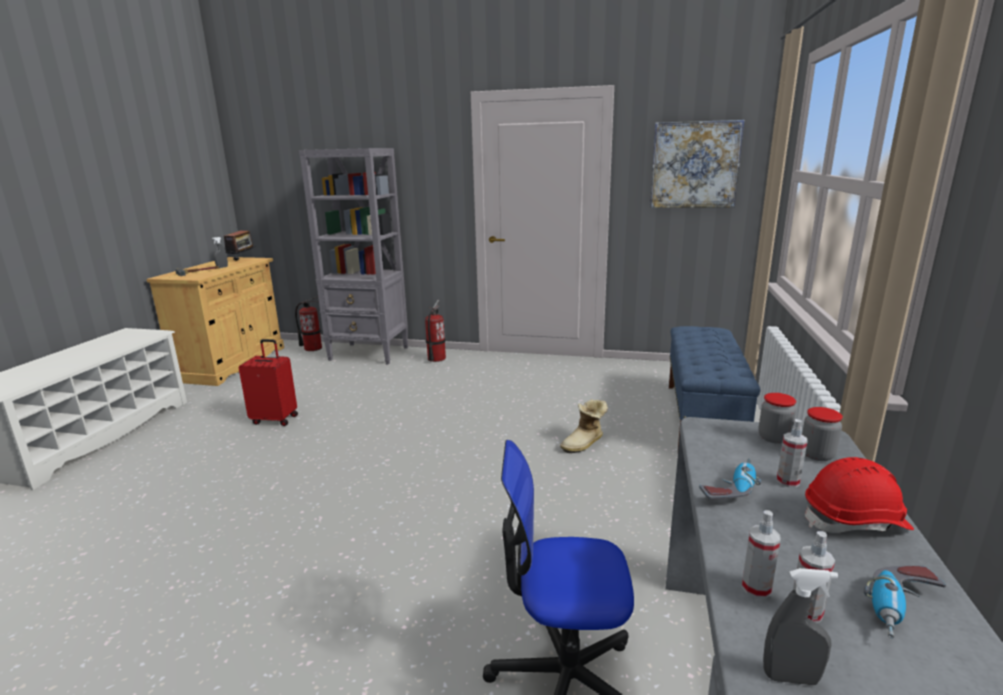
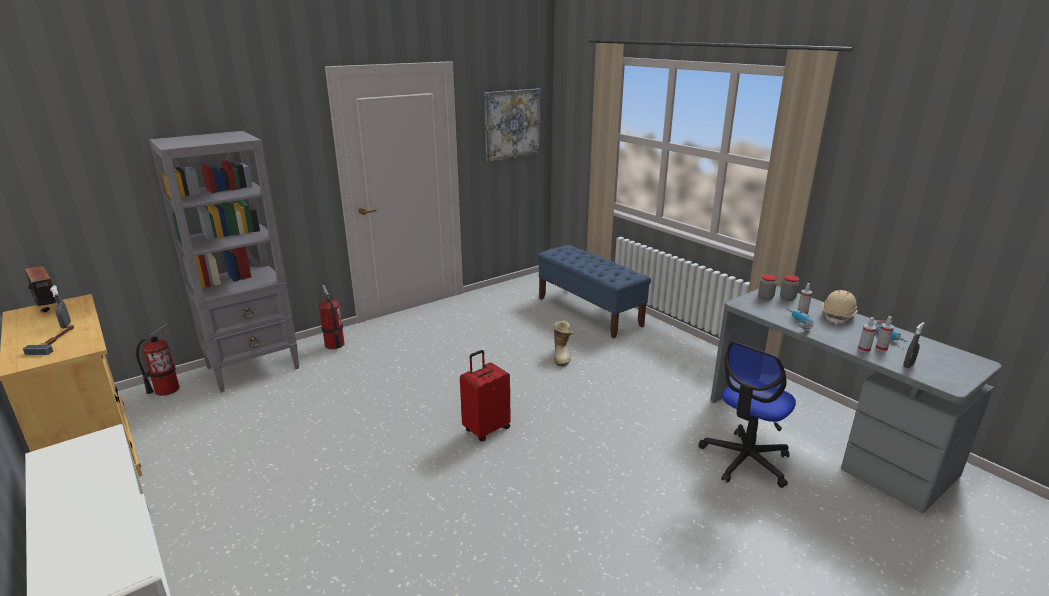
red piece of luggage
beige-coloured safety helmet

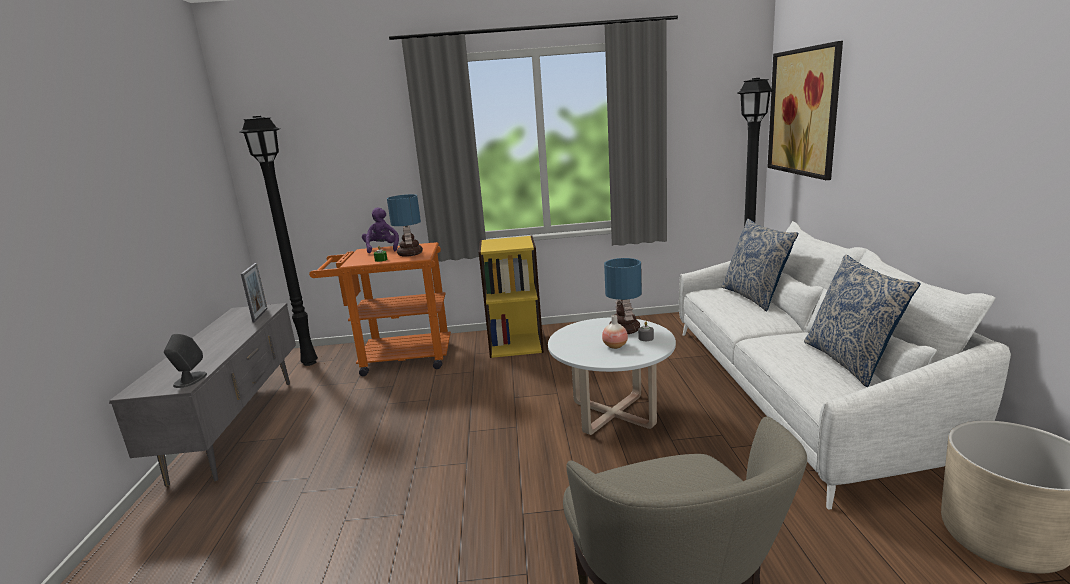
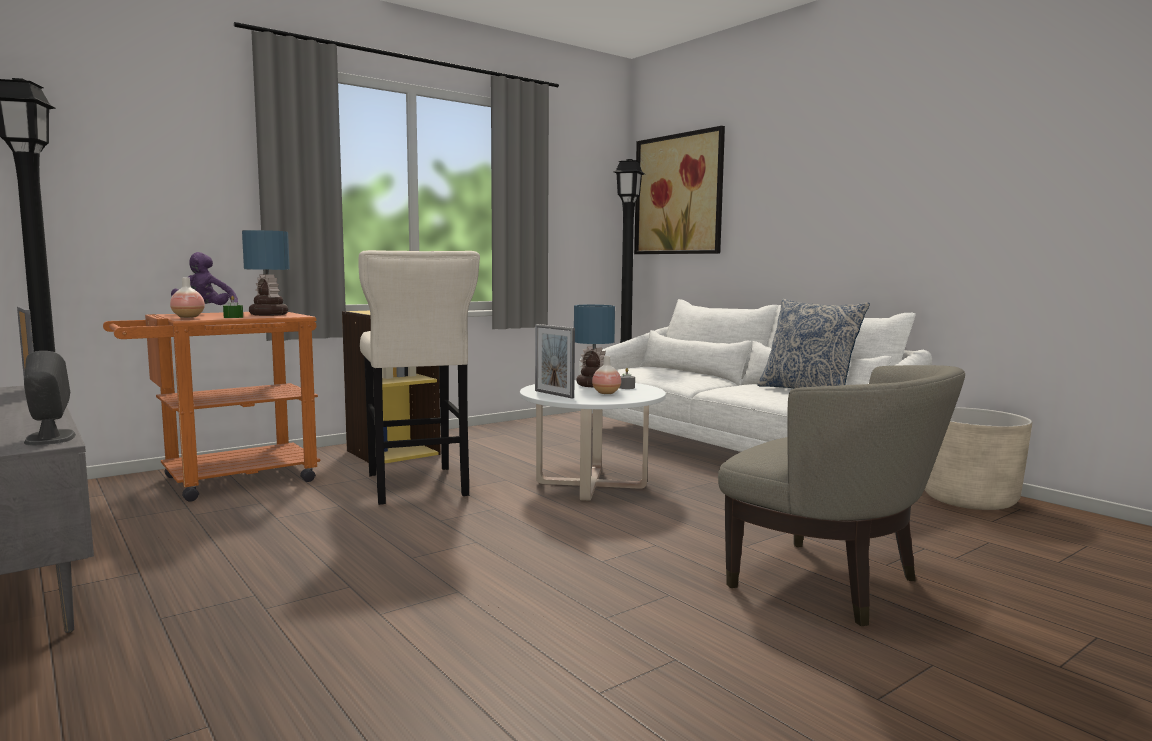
throw pillow (no. 1 from left in the first image)
decorative vase (no. 1 from left)
beige-coloured sitting stool
photo frame (no. 2 from left)

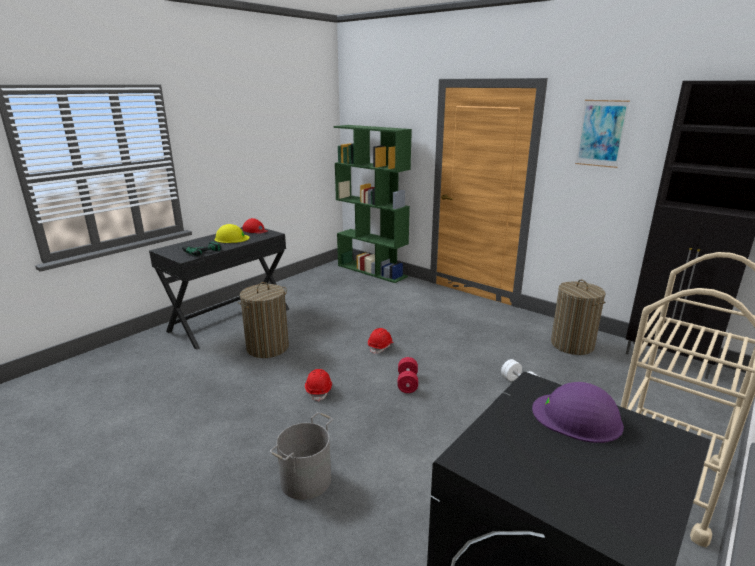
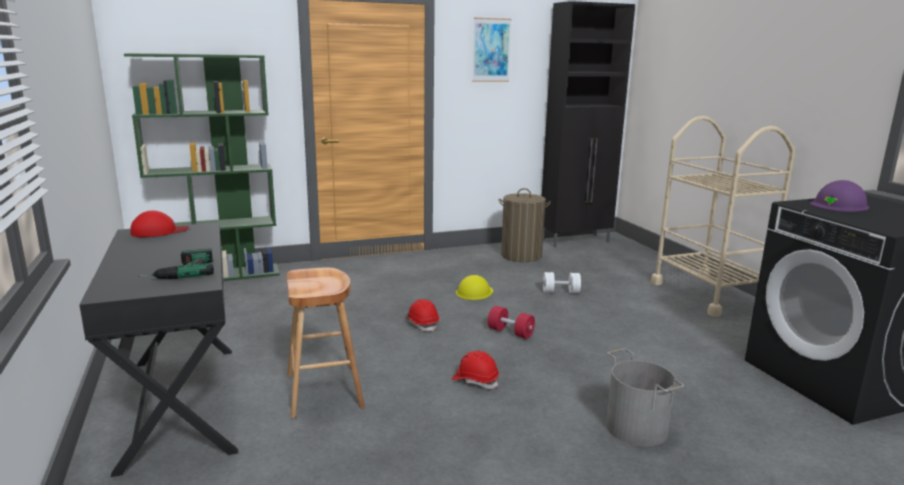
yellow-coloured safety helmet
brown-coloured sitting stool

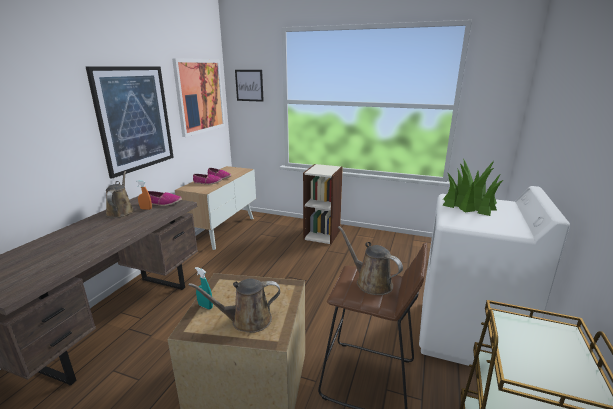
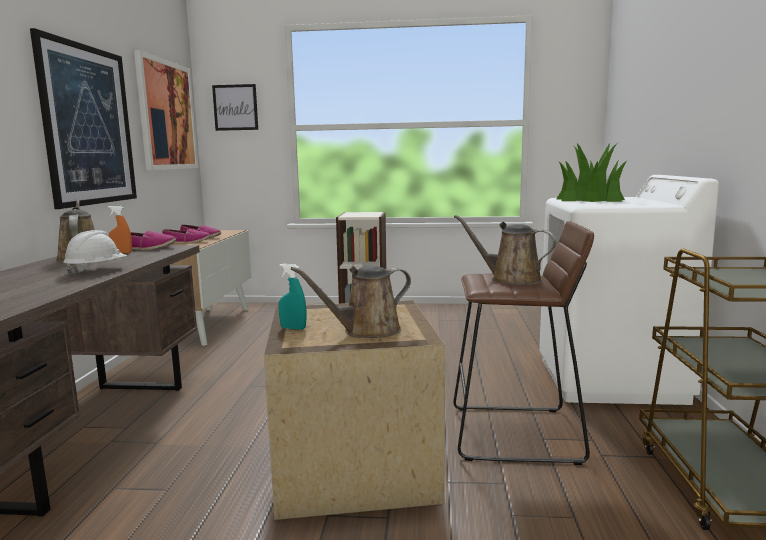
white-coloured safety helmet

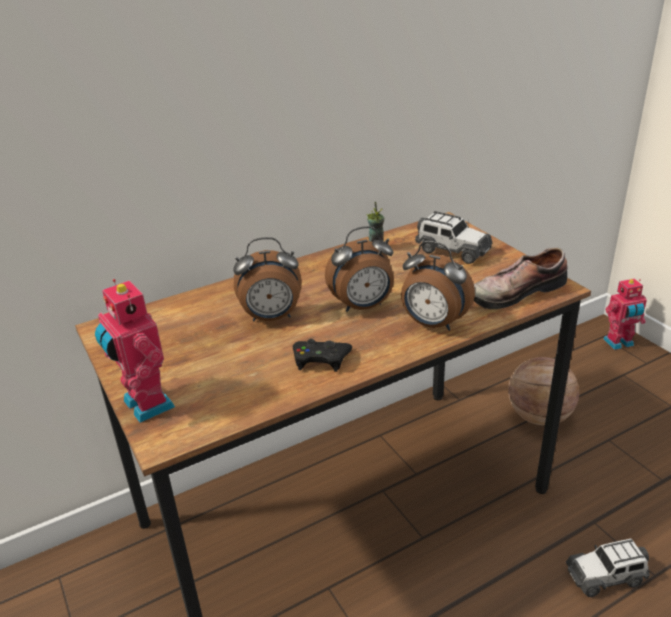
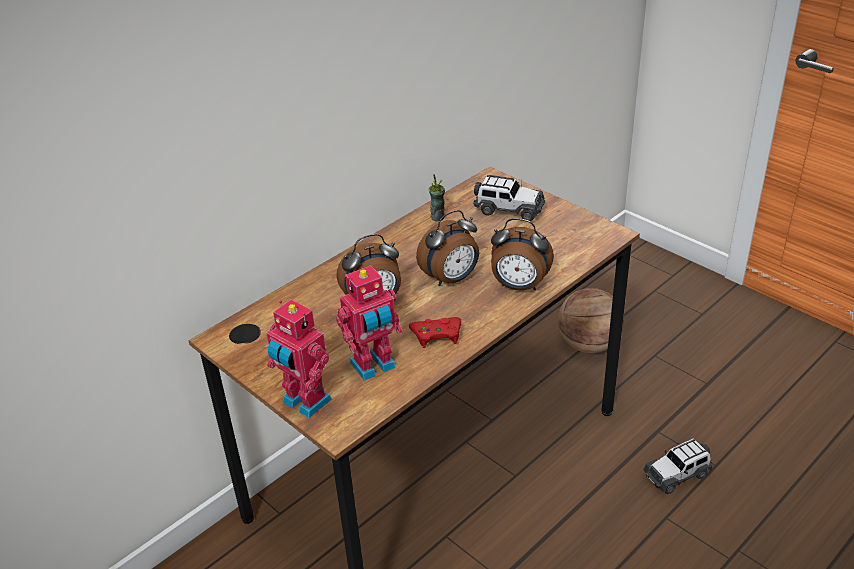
red joypad
item of footwear
robot figure (no. 2 from left)

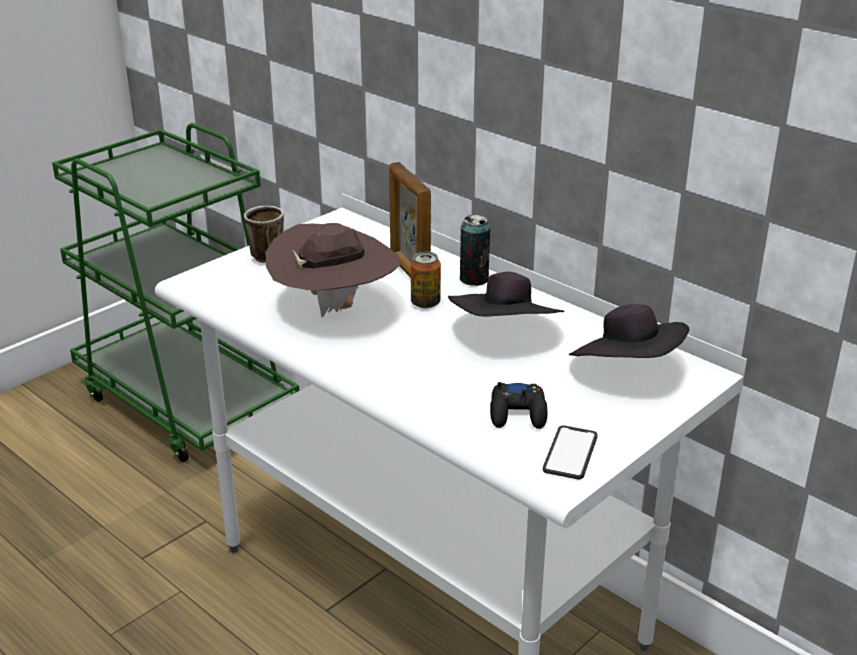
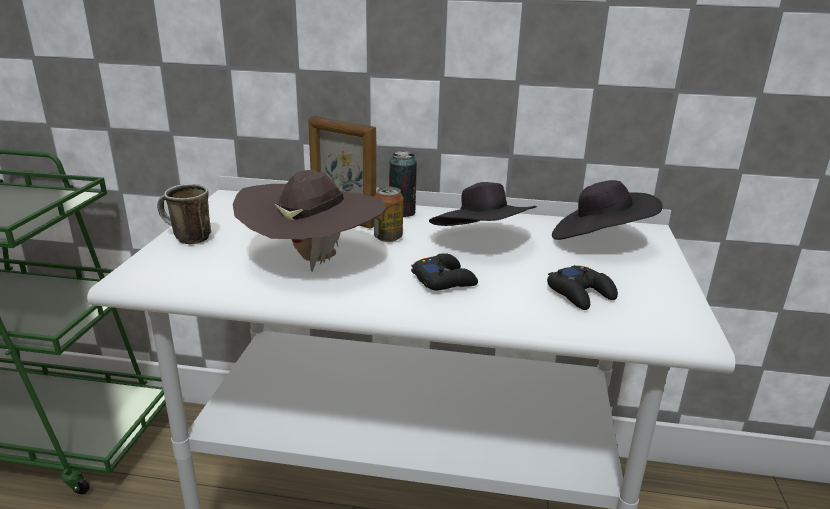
phone
black joypad (no. 1 from left)

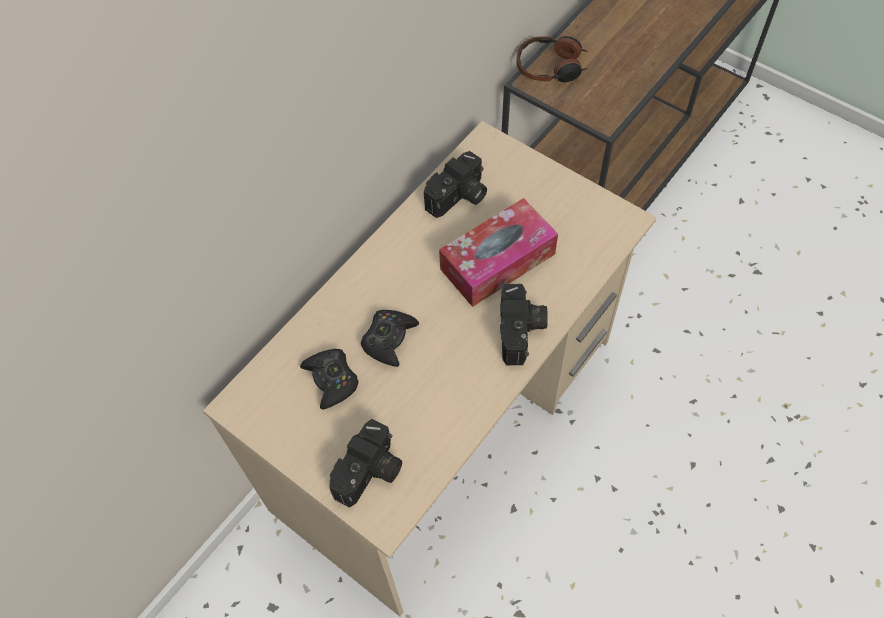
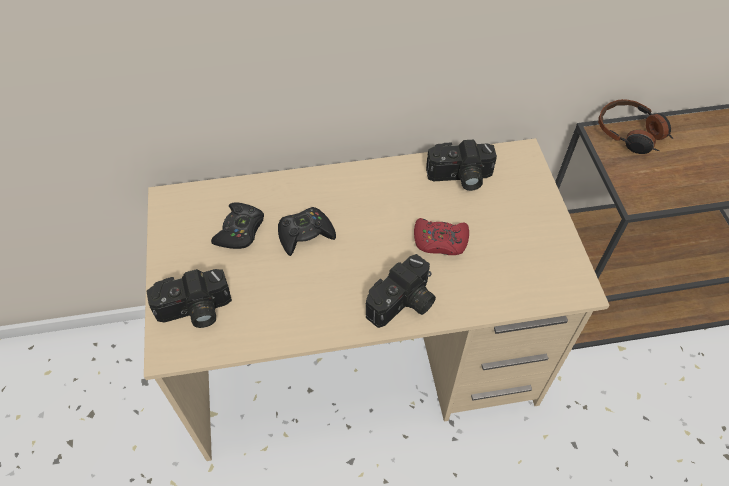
red joypad

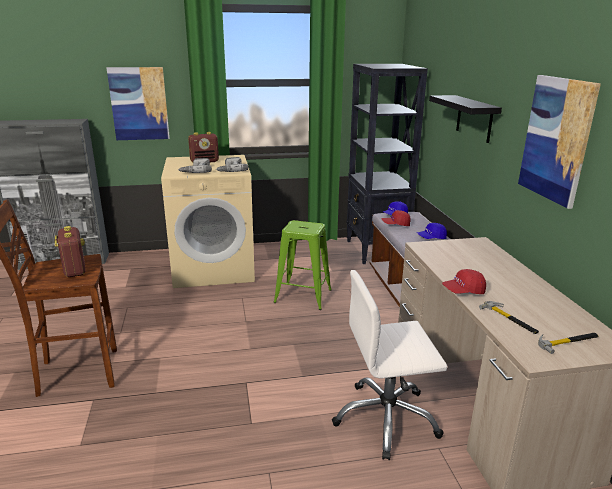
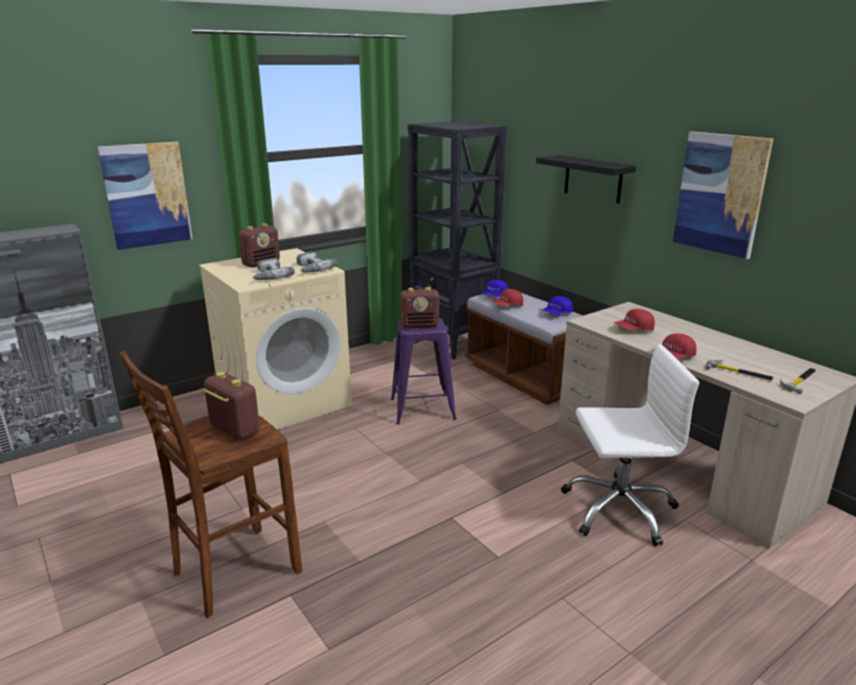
purple sitting stool
white-coloured computer chair
radio receiver (no. 3 from left)
red baseball cap (no. 2 from left)

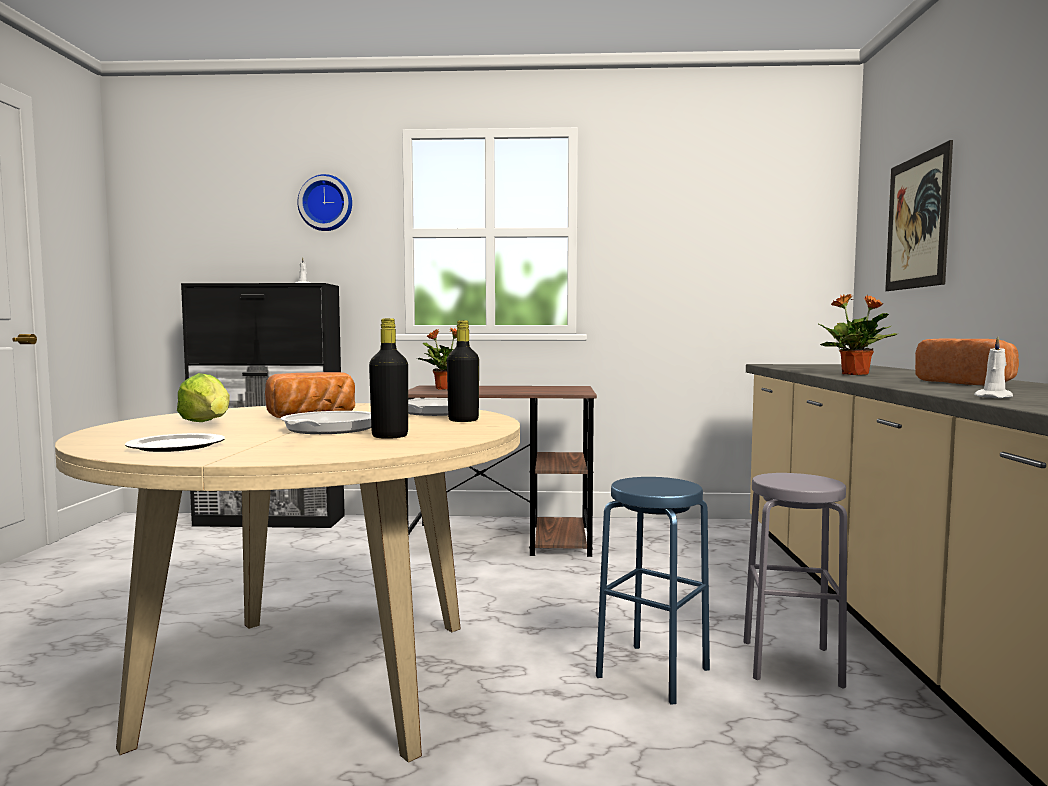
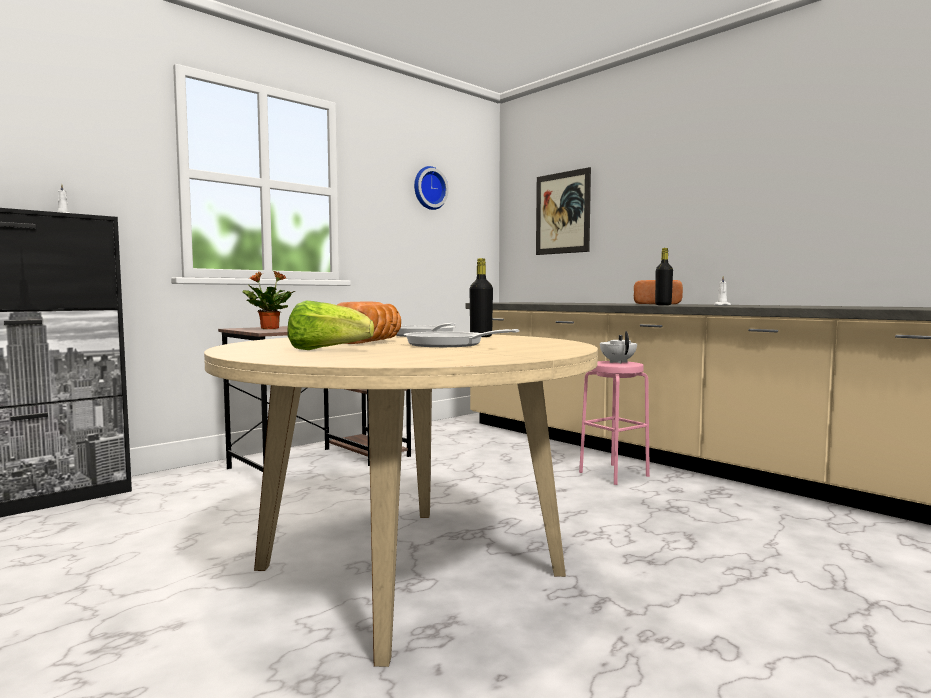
plate
wall clock
black bottle (no. 2 from left)
blue sitting stool
pink-coloured sitting stool
plant in a pot (no. 2 from left in the first image)
white-coloured pot for tea

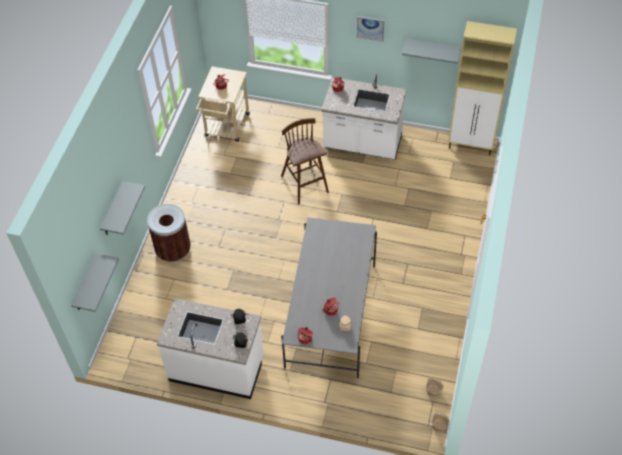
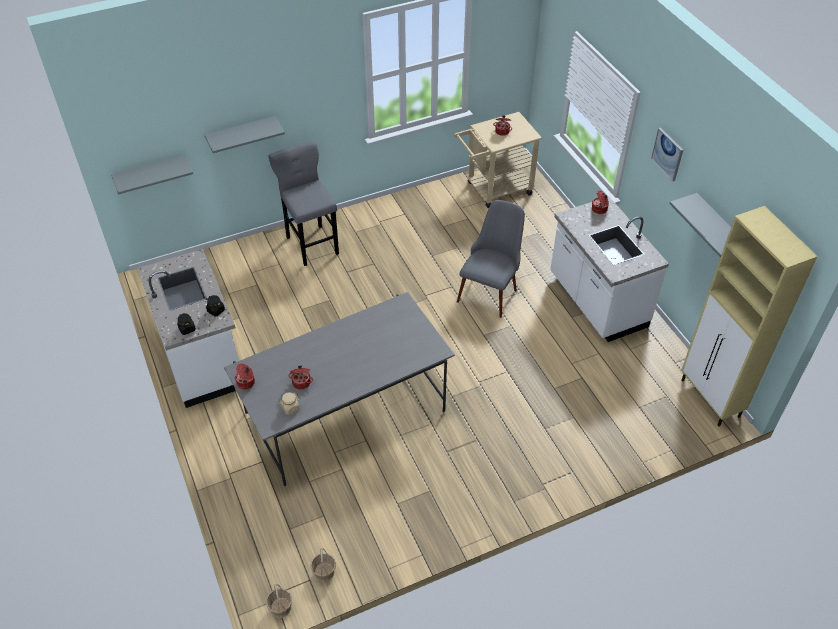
grey sitting stool
grey upright chair

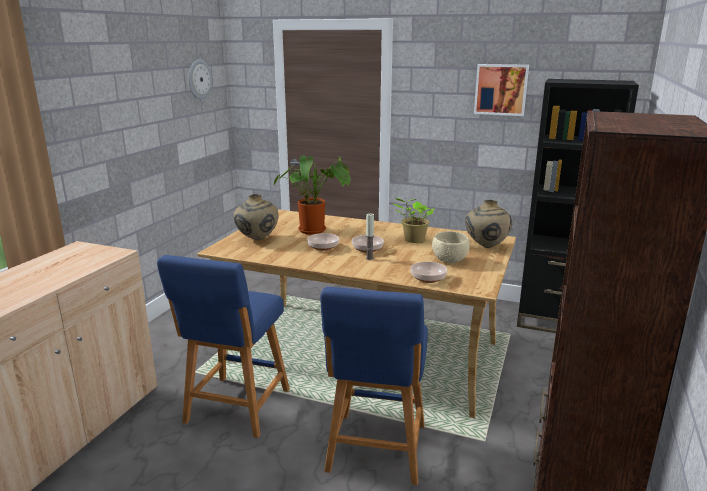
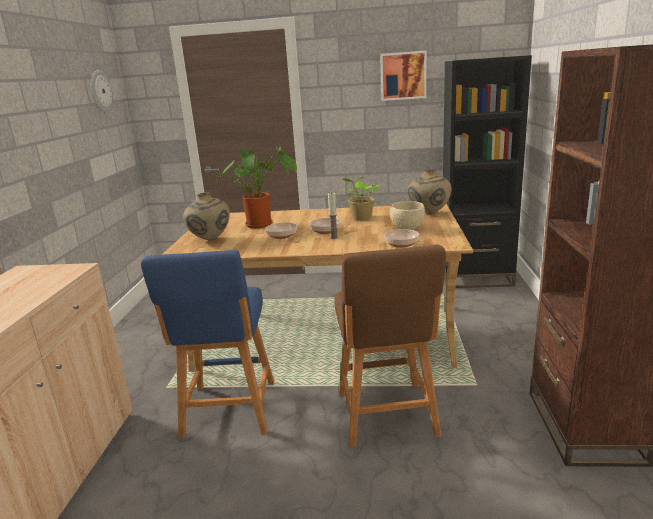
brown-coloured sitting stool

